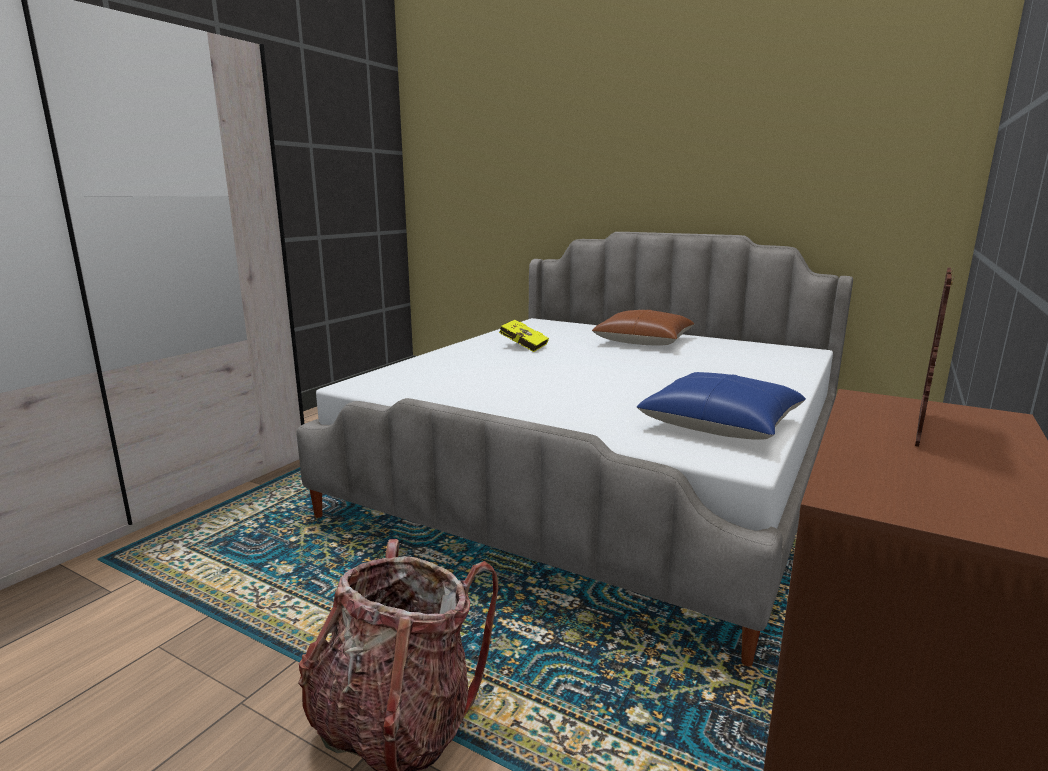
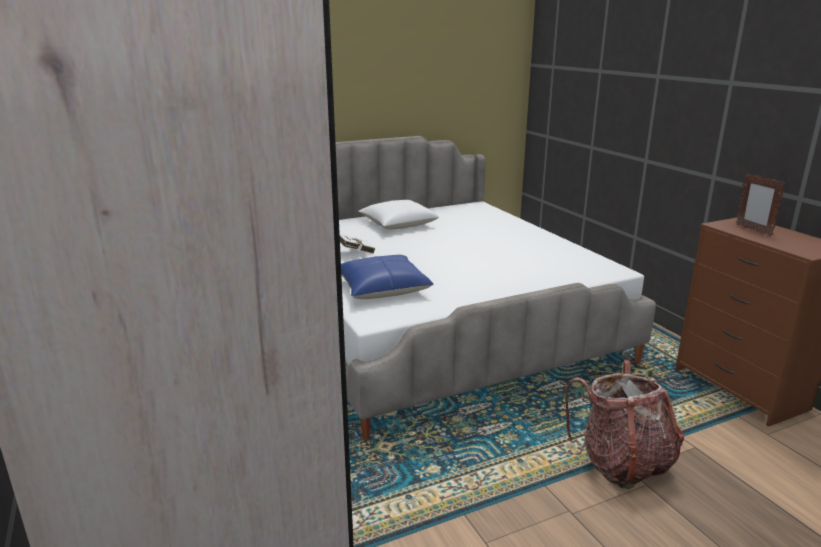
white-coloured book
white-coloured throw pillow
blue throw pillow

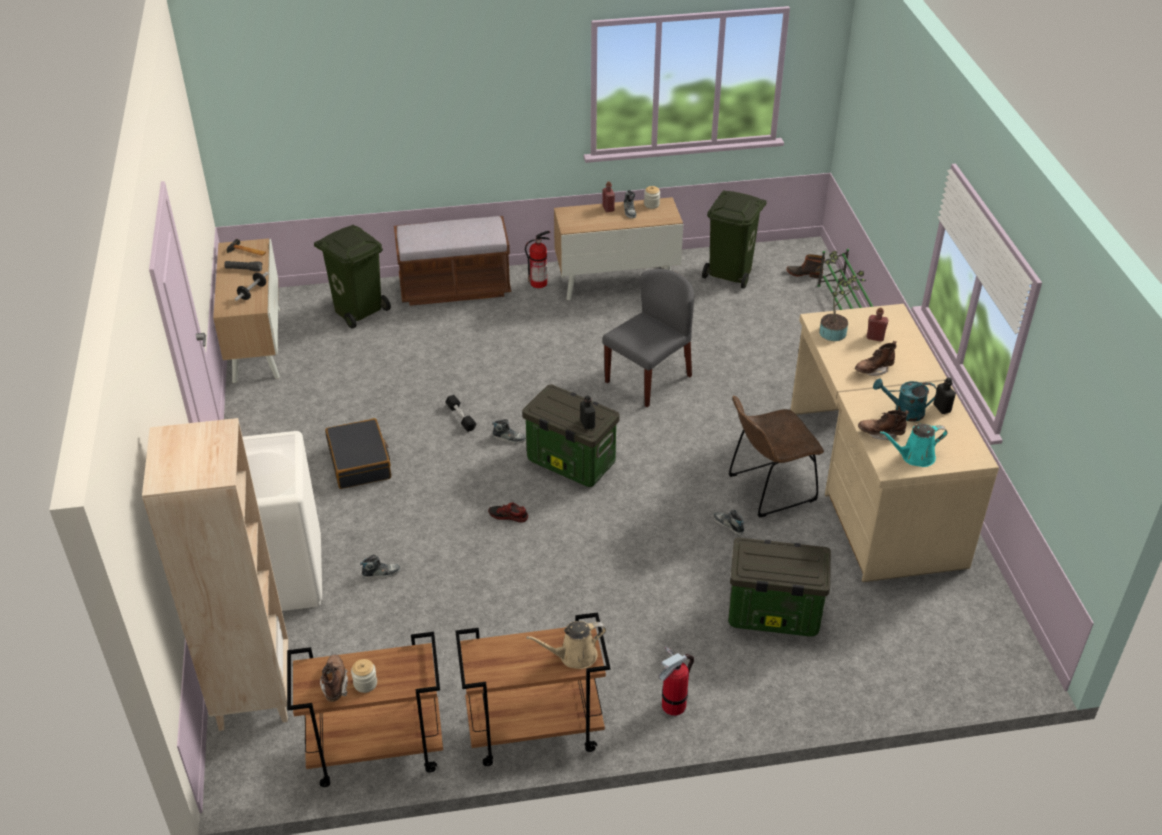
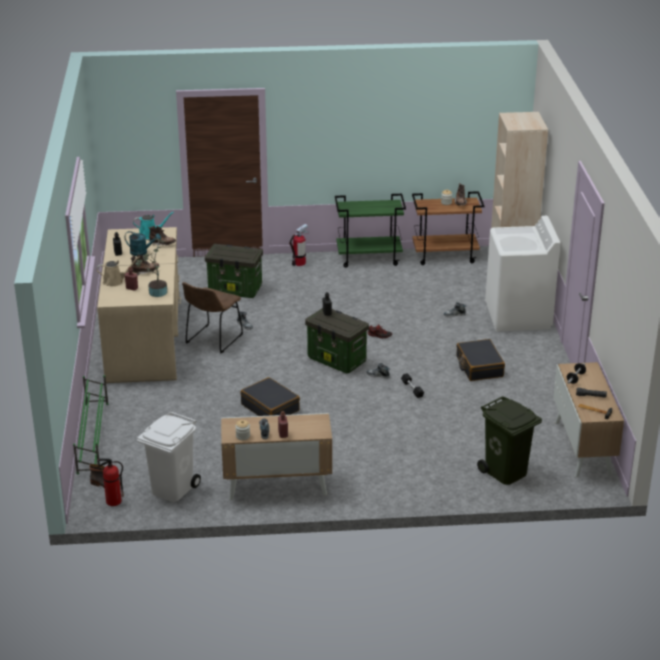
brown-coloured bench
green cart
fire extinguisher (no. 1 from left)
beige-coloured watering can
black piece of luggage (no. 1 from left)
white-coloured trash can
brown-coloured upright chair

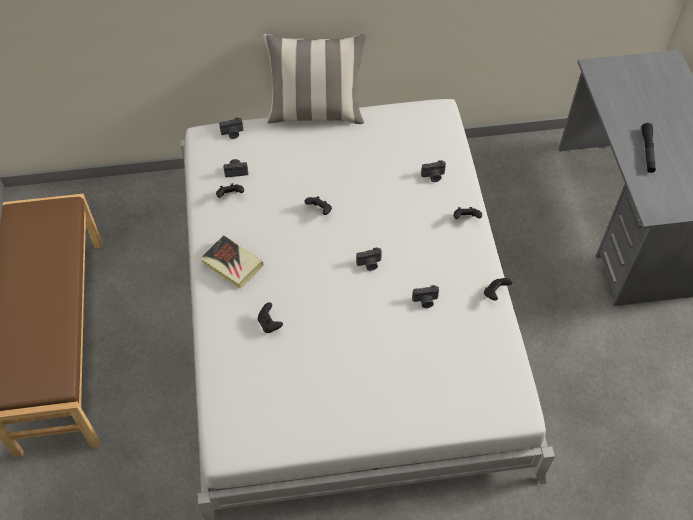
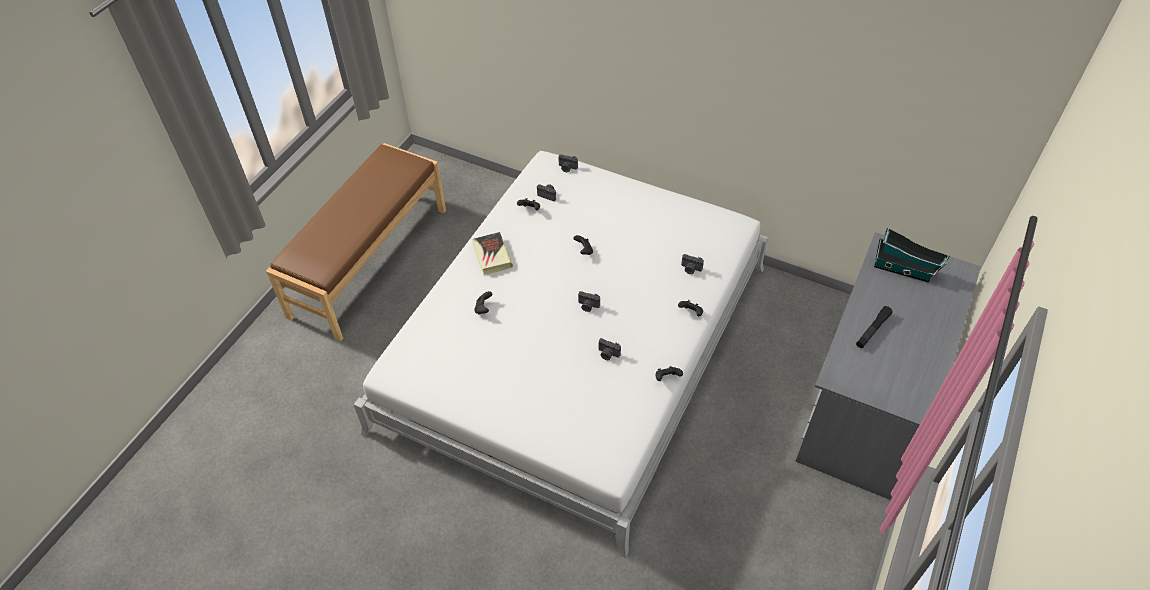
throw pillow
miniature house

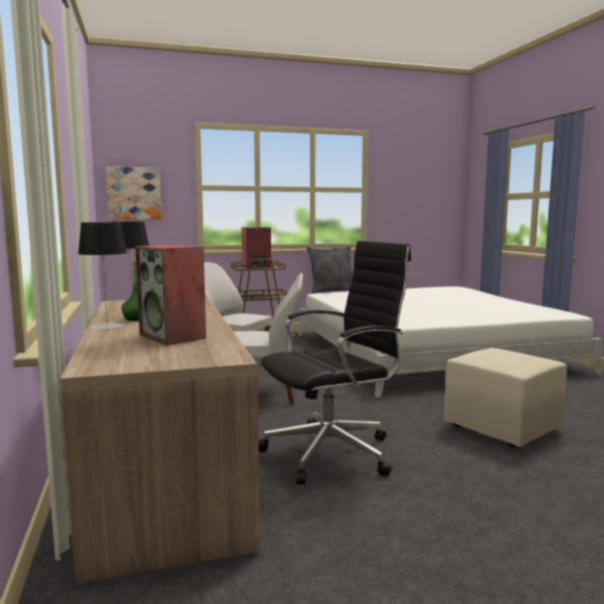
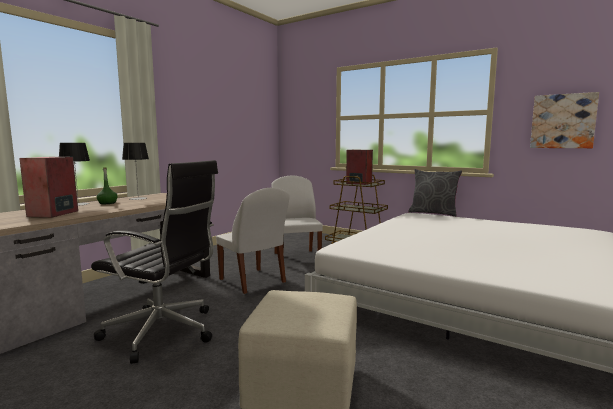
wall art

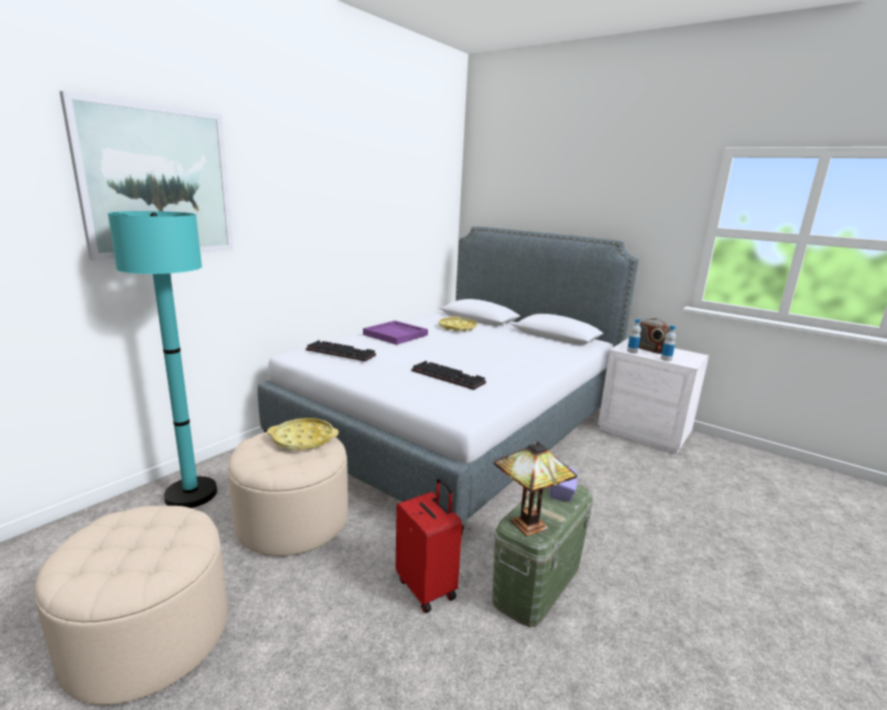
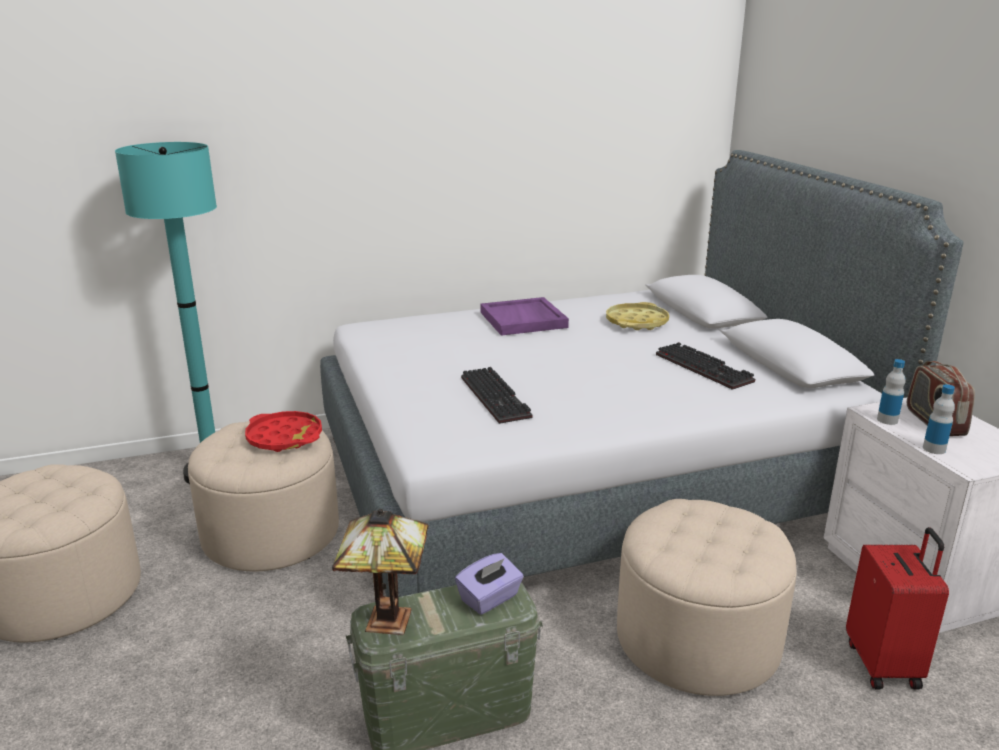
wall art
red serving tray
computer keyboard (no. 2 from left)
red piece of luggage
beige-coloured footrest (no. 3 from left)

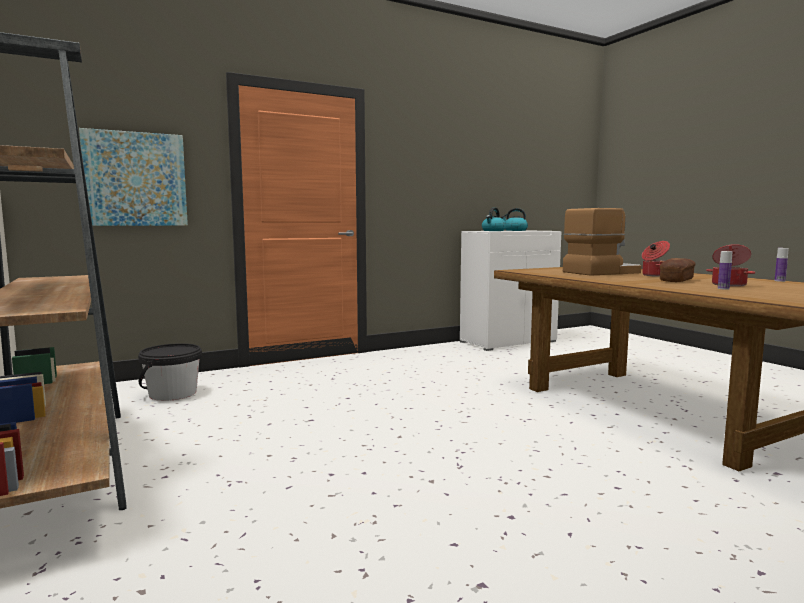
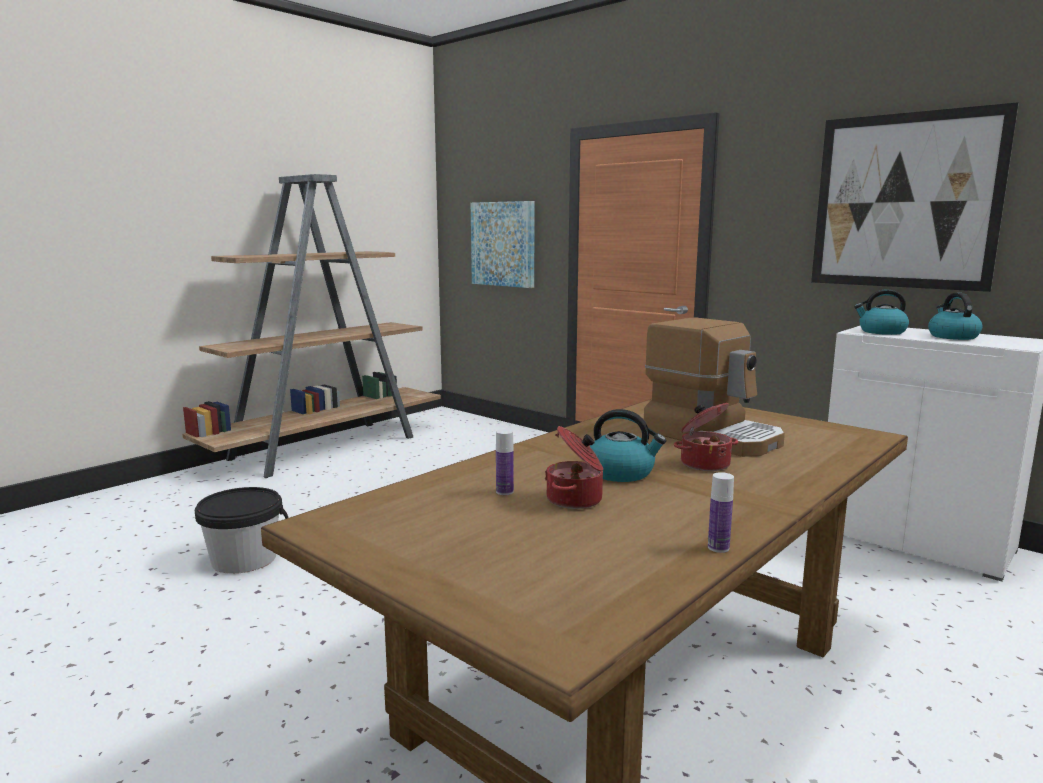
black pail
kettle (no. 1 from left)
wall art (no. 2 from left)

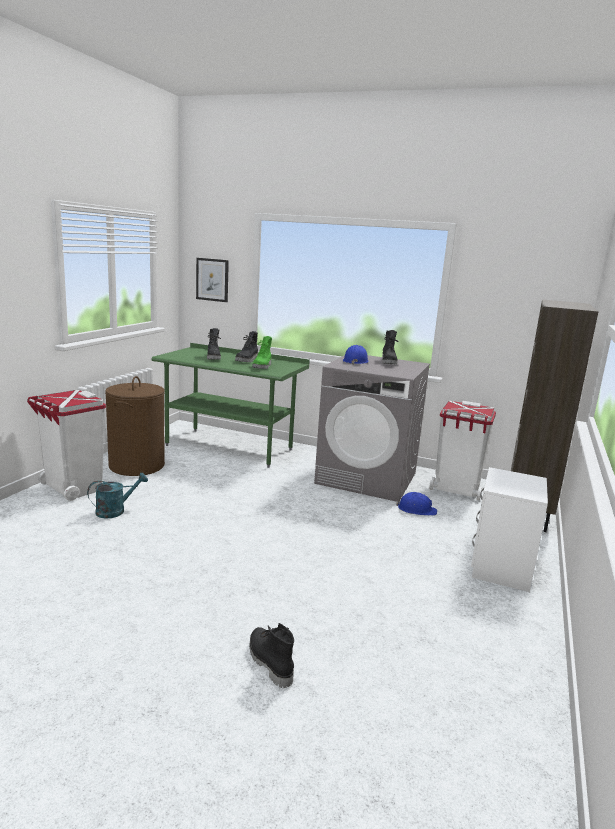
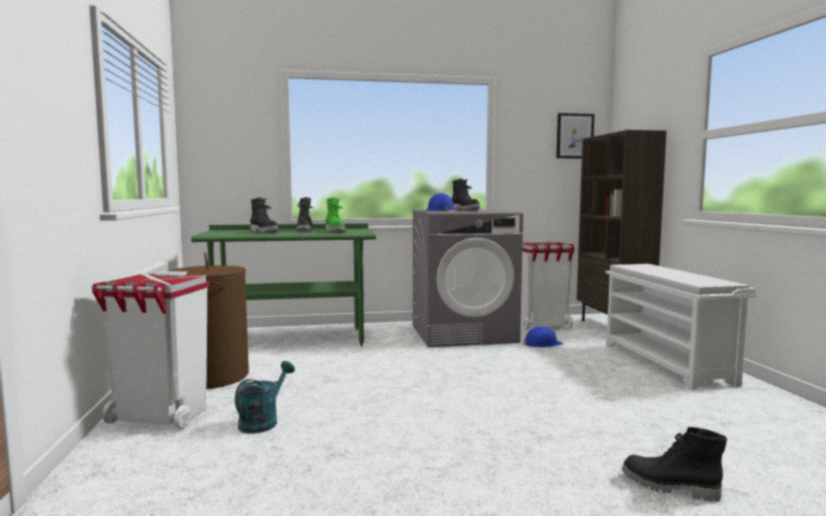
wall art
white-coloured shoe stand

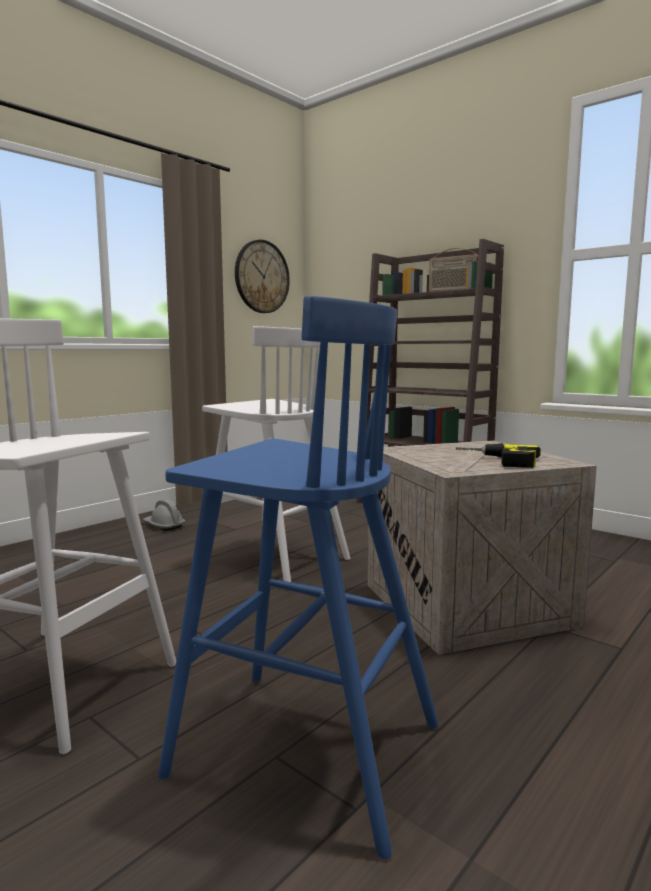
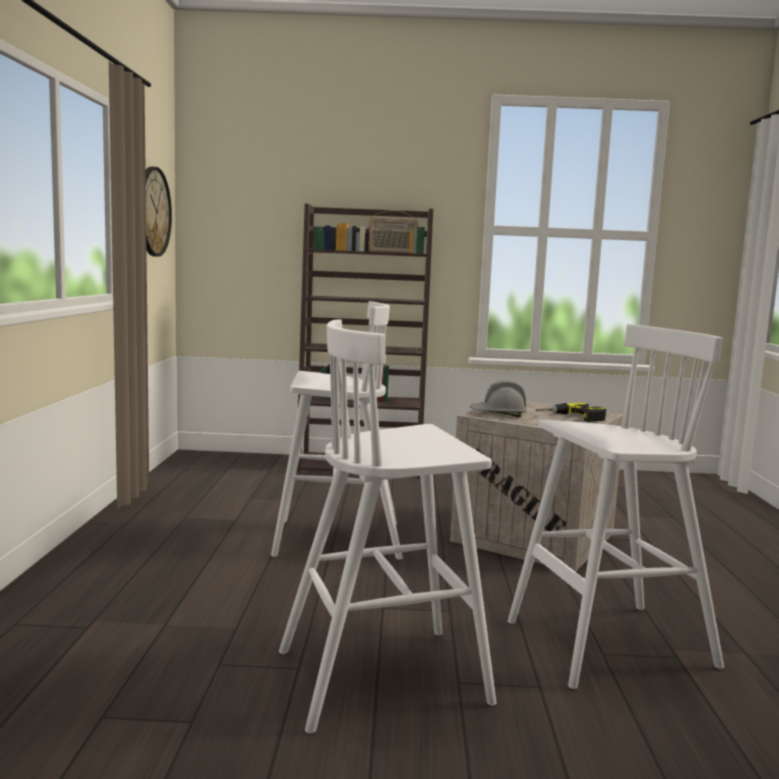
grey safety helmet
white-coloured sitting stool (no. 3 from left)

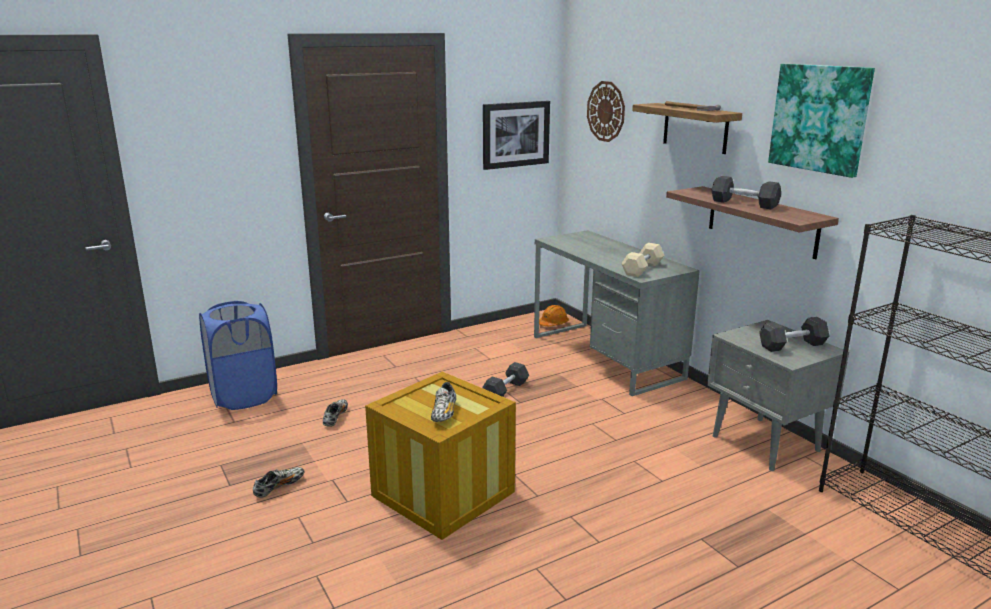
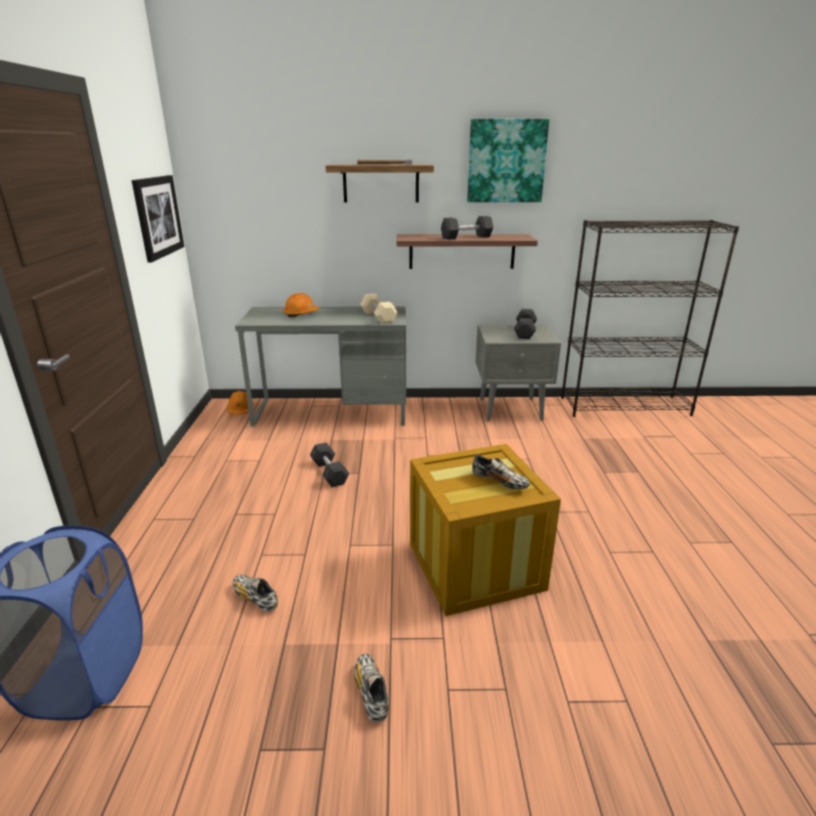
wall clock
orangey safety helmet (no. 2 from left)

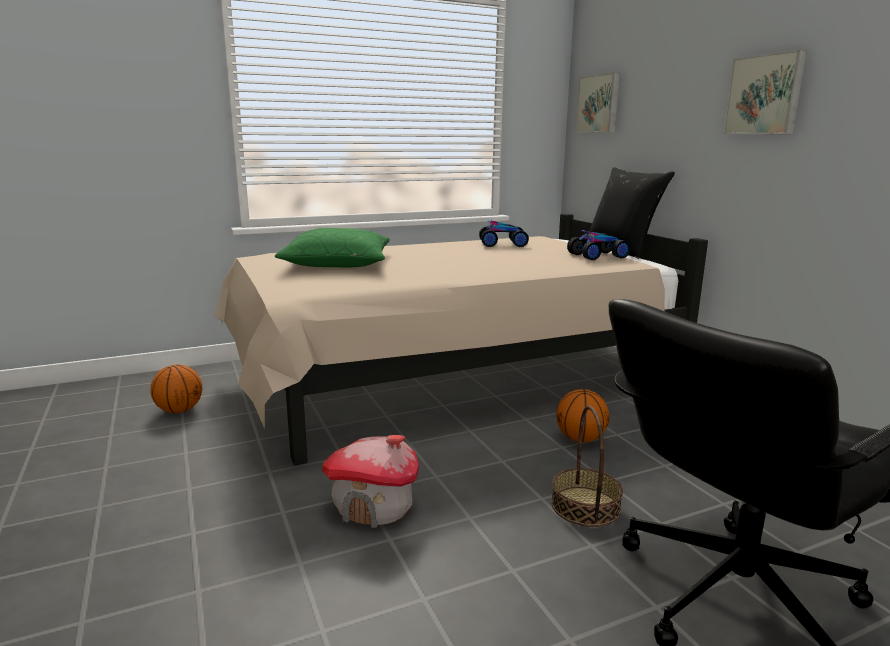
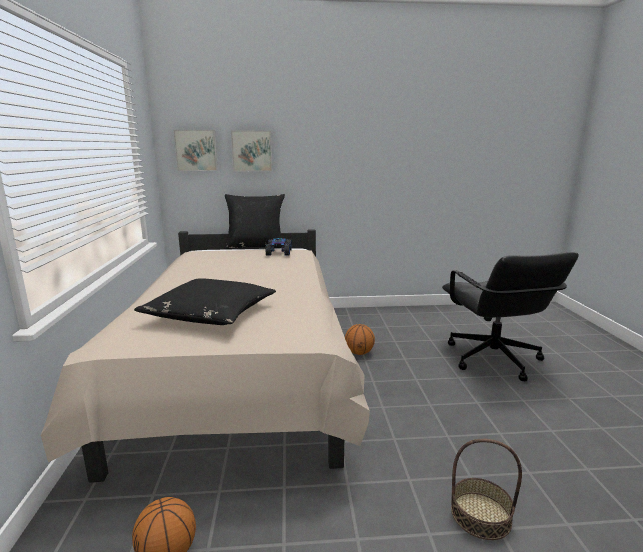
black throw pillow (no. 1 from left)
miniature house
toy car (no. 1 from left in the first image)
basket
wall art (no. 2 from left)

